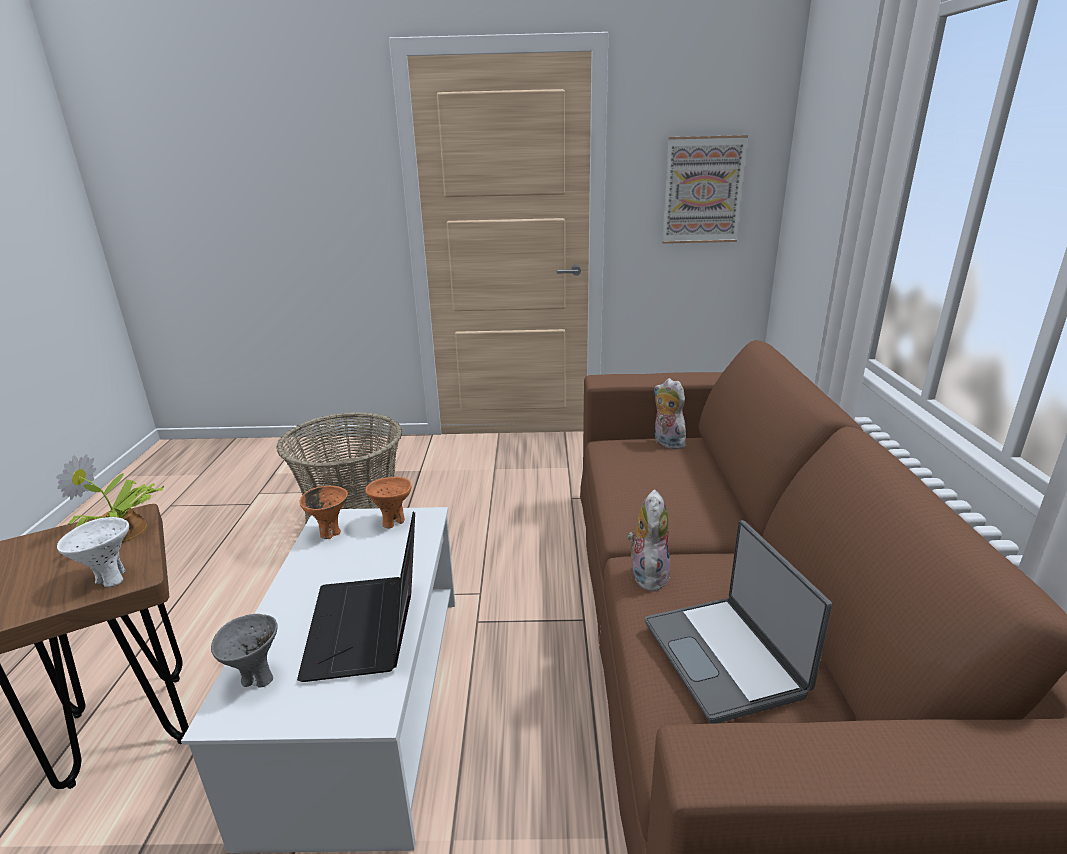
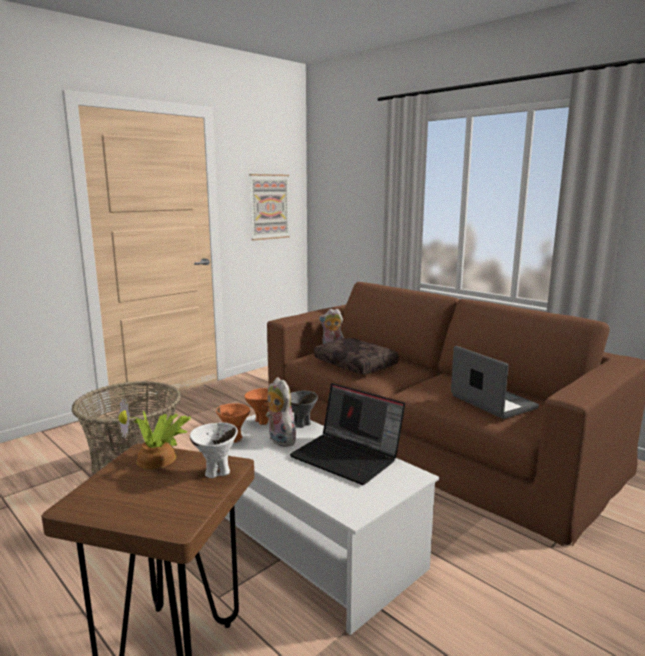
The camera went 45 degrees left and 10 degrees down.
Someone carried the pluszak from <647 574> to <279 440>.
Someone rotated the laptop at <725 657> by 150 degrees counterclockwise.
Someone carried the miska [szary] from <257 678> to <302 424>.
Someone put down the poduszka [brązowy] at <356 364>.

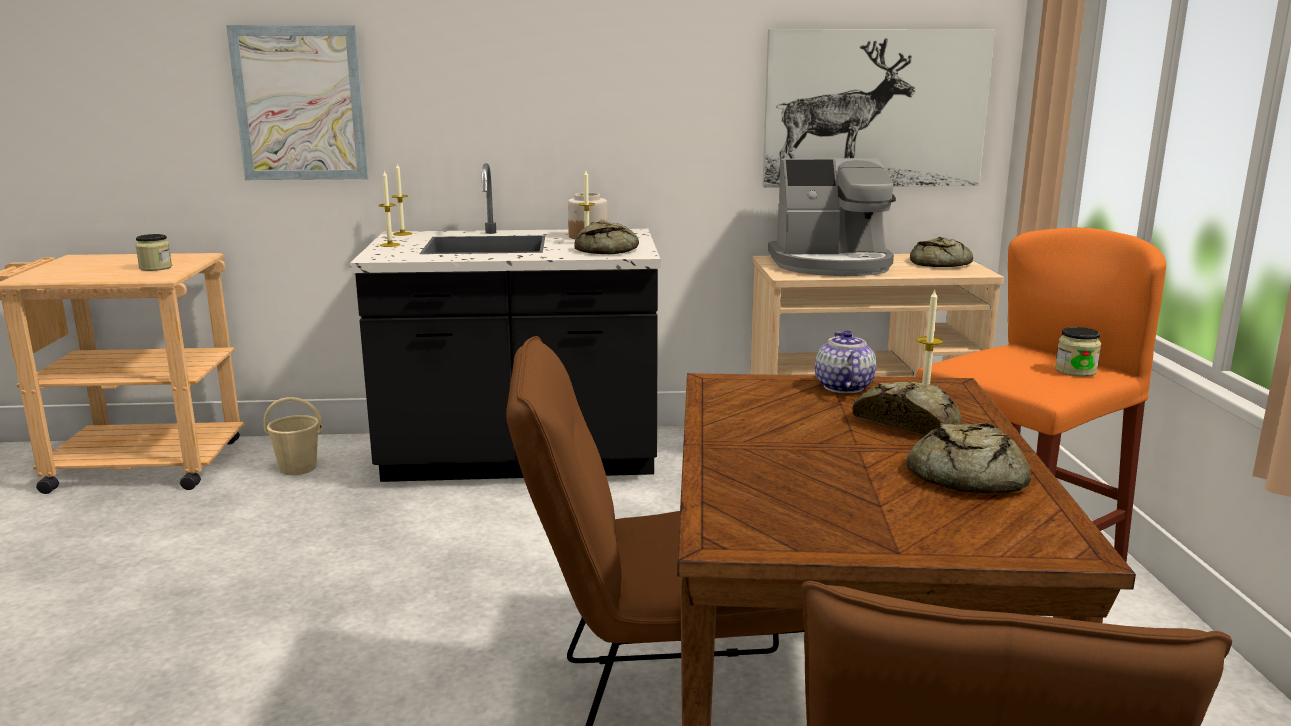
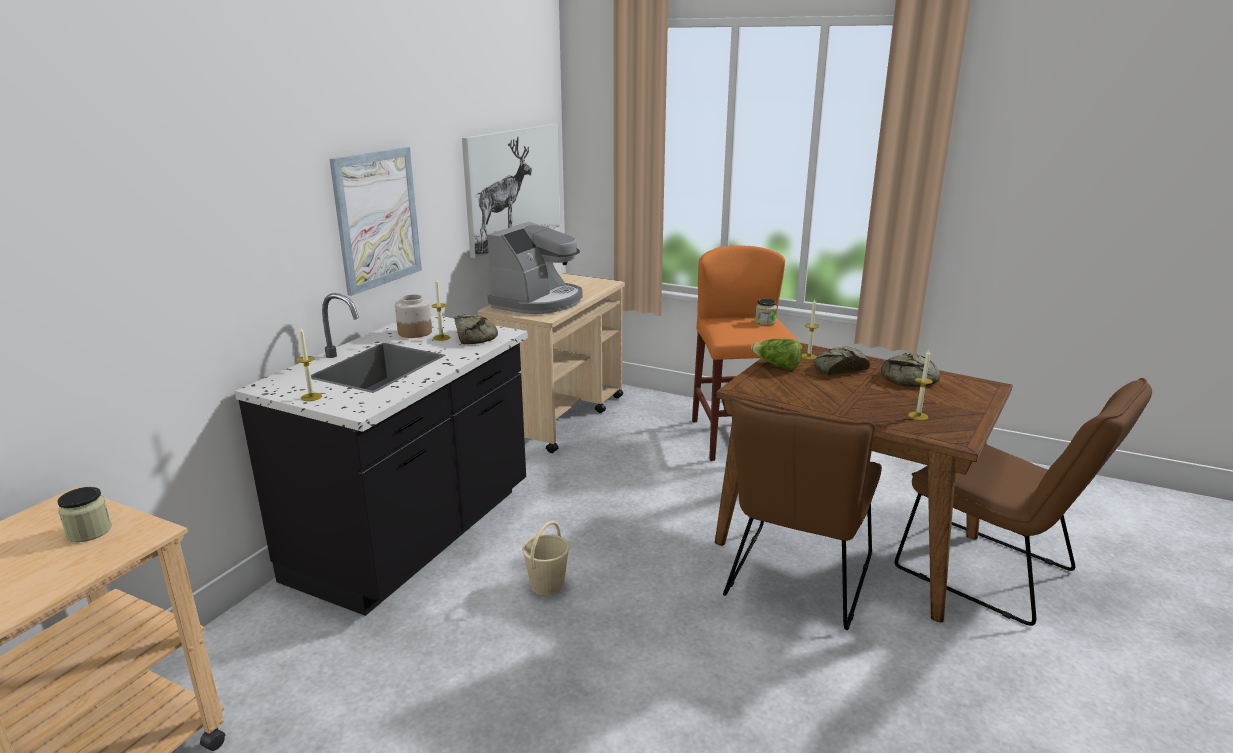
The camera went 60 degrees left and 5 degrees up.
Someone carried the obraz from <300 103> to <377 219>.
Someone carried the świeca from <402 234> to <918 416>.
Someone took away the chleb at <939 264>.
Someone swapped the imbryk at <843 387> for the sałata at <777 366>.
Someone carried the wiadro [beżowy] from <298 468> to <547 584>.

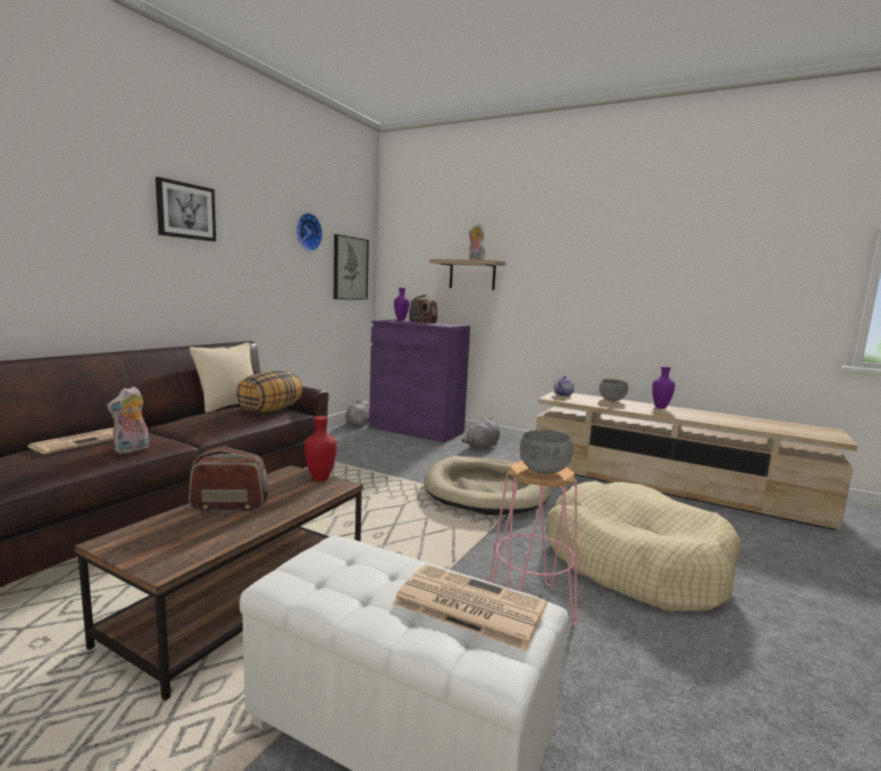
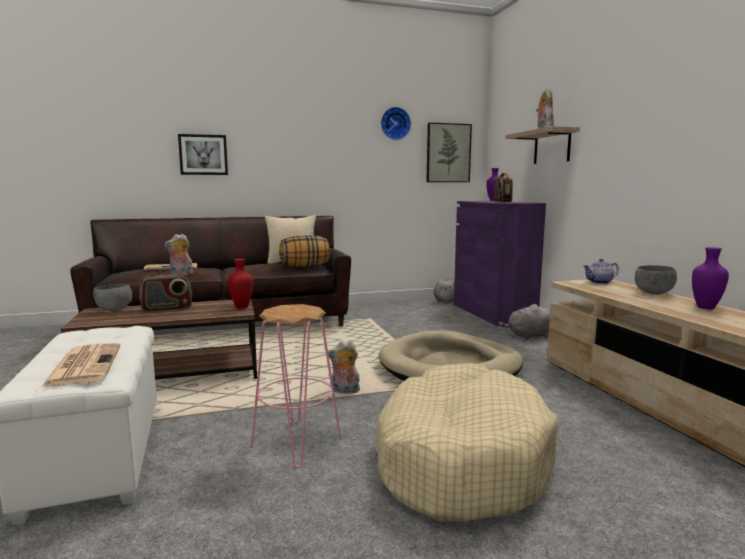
The camera went 45 degrees right and 0 degrees up.
Someone carried the obraz from <185 211> to <203 155>.
Someone carried the miska [szary] from <544 471> to <113 310>.
Someone rotated the radio at <230 506> by 120 degrees clockwise.
Someone put down the pluszak at <345 392>.

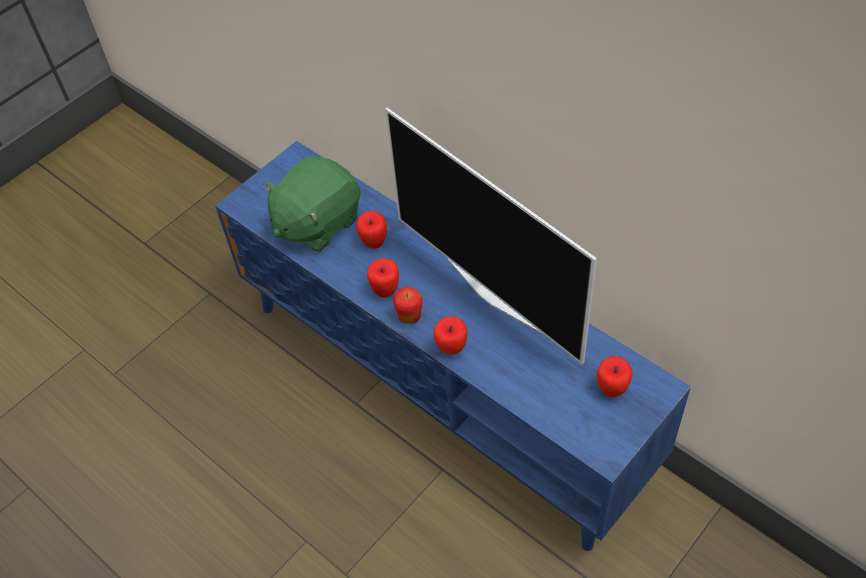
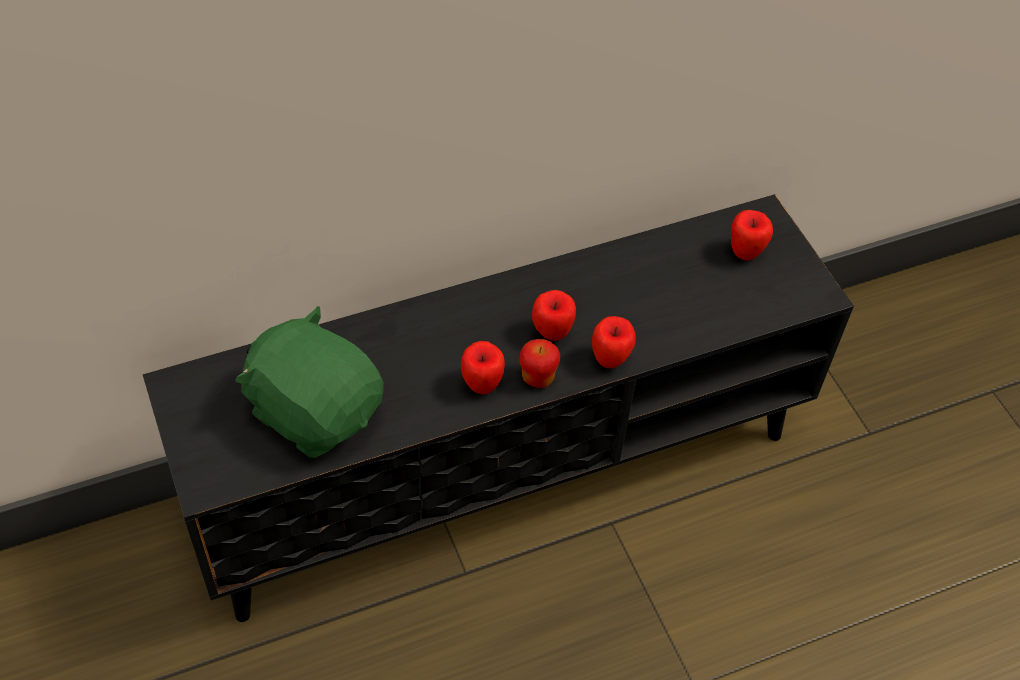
The camera went 70 degrees left and 0 degrees up.
Someone took away the telewizor at <494 293>.
Someone repainted the szafka pod telewizor [niebieski] at <444 387>, which became the szafka pod telewizor [czarny] at <502 469>.
Someone rotated the pluszak [zielony] at <317 222> by 150 degrees clockwise.
Someone carried the jabłko from <374 243> to <552 333>.

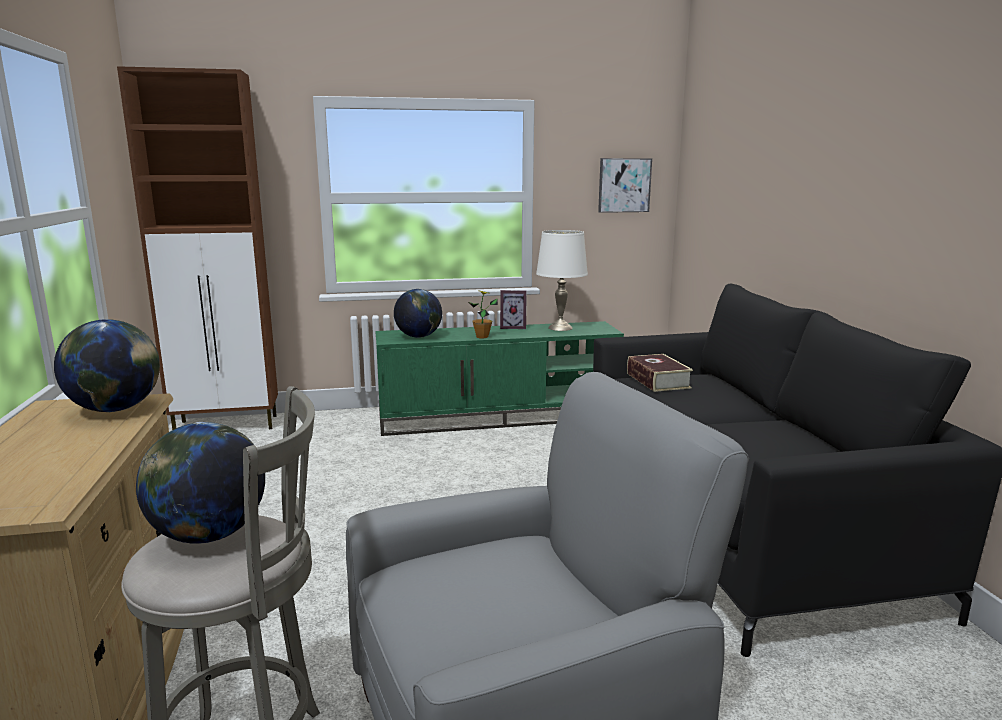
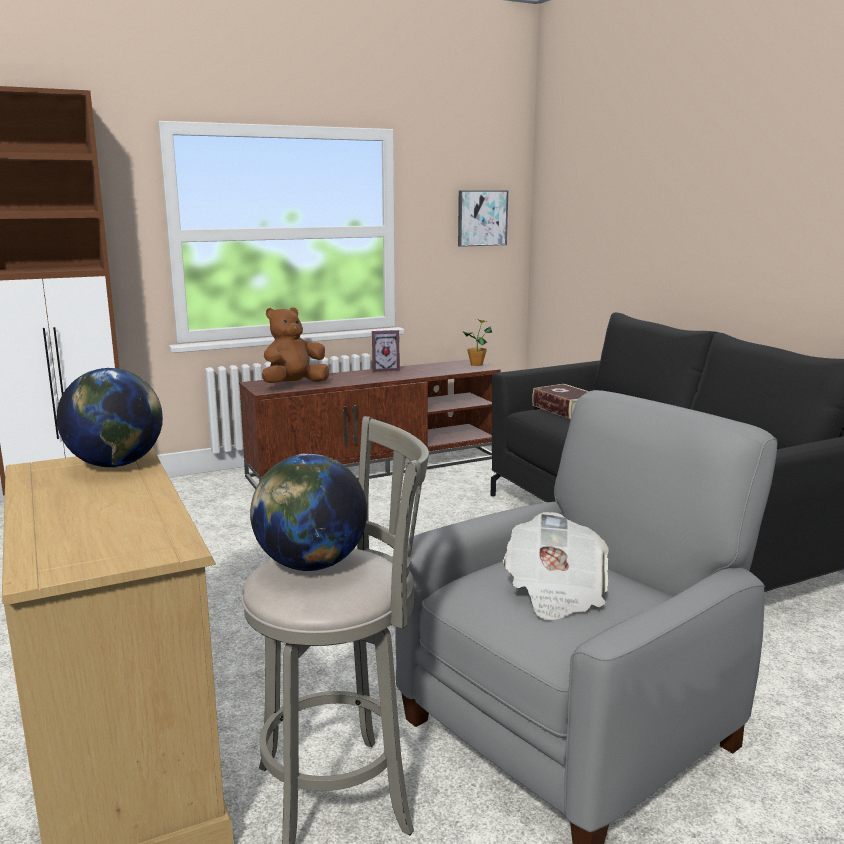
The camera went 15 degrees left and 0 degrees up.
Someone took away the lampa stołowa [biały] at <560 328>.
Someone swapped the globus at <418 337> for the pluszak [brązowy] at <294 385>.
Someone carried the roślina doniczkowa from <482 337> to <476 365>.
Someone repainted the szafka pod telewizor [zielony] at <499 417>, which became the szafka pod telewizor [brązowy] at <376 466>.
Someone put down the gazeta at <555 592>.

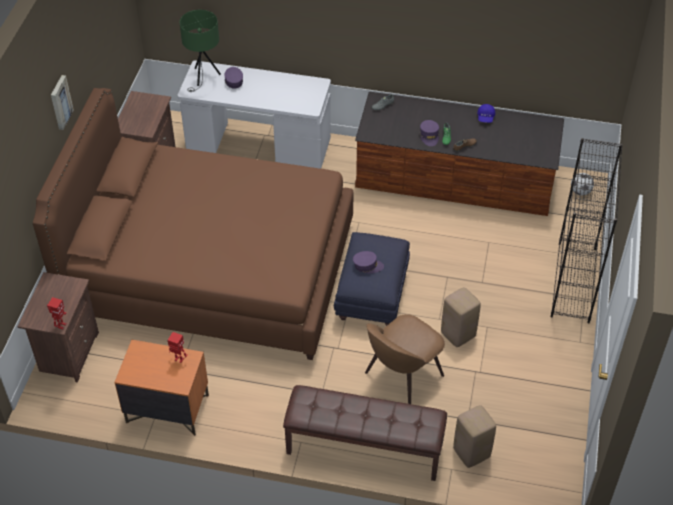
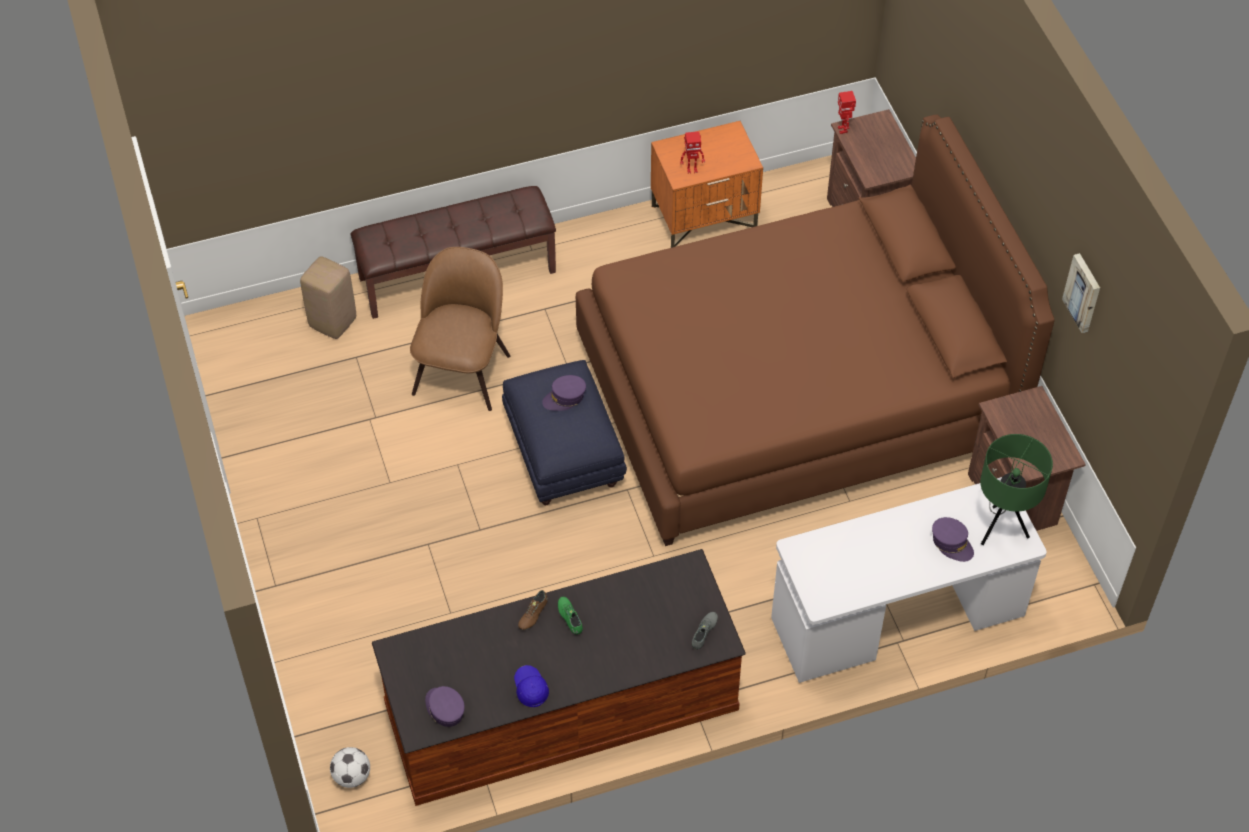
The camera went 150 degrees right and 5 degrees up.
Someone carried the obraz from <60 102> to <1083 292>.
Someone carried the czapka z daszkiem [fioletowy] from <429 136> to <444 709>.
Someone took away the regał [czarny] at <574 282>.
Someone took away the stołek [beżowy] at <457 334>.

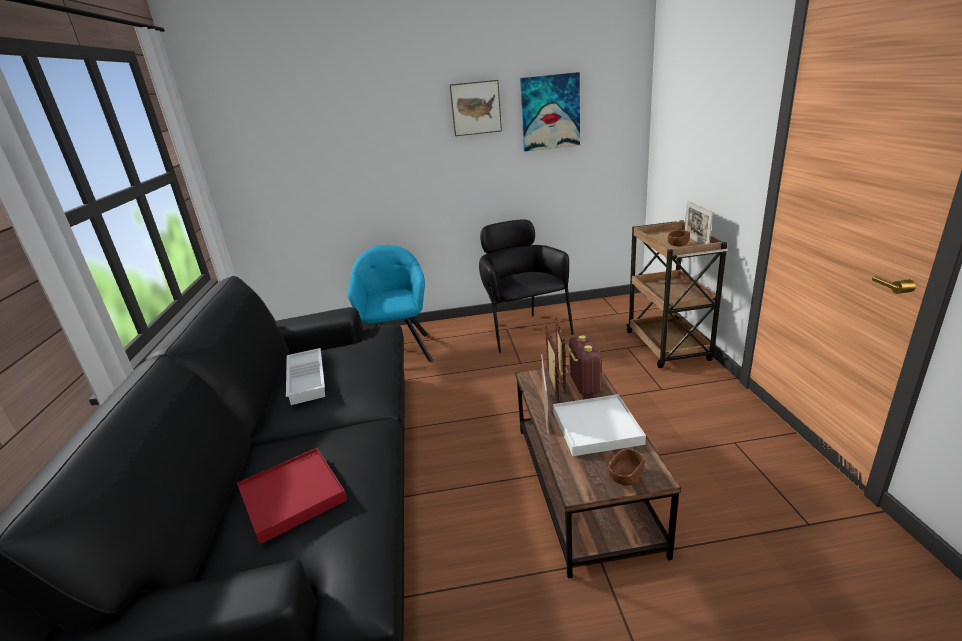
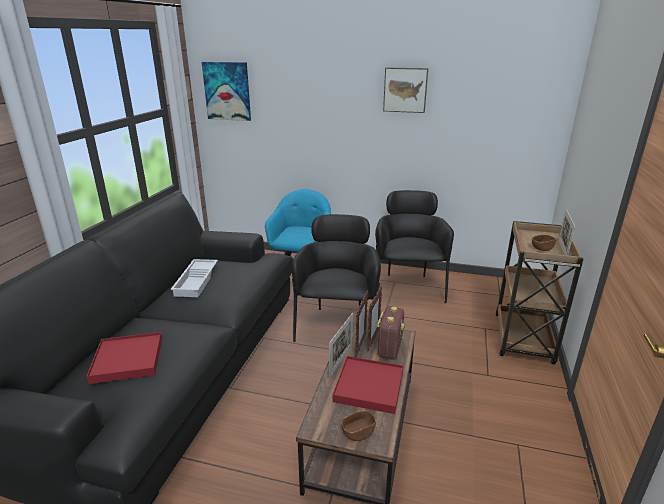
The camera went 20 degrees right and 0 degrees up.
Someone carried the obraz from <550 112> to <227 91>.
Someone repainted the taca [biały] at <596 427>, which became the taca [czerwony] at <369 386>.
Someone put down the fotel [czarny] at <337 324>.

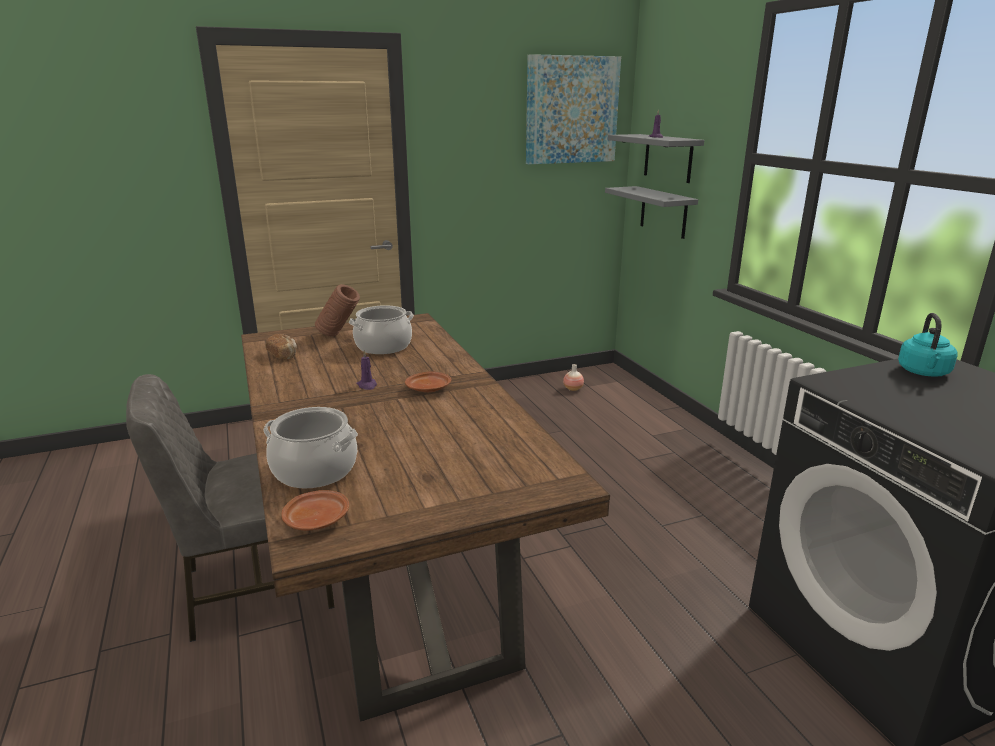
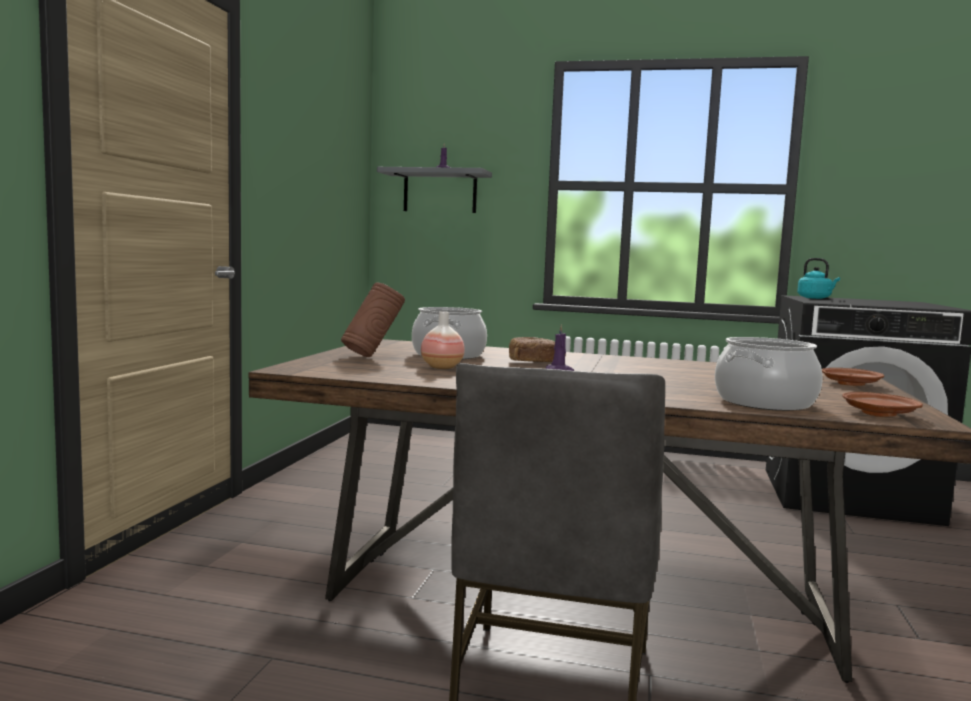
The camera went 55 degrees left and 15 degrees down.
Someone took away the obraz at <571 110>.
Someone took away the półka [szary] at <663 212>.
Someone carried the chleb from <283 355> to <532 362>.
Someone carried the wazon from <573 389> to <442 367>.
Someone carried the talerz [brązowy] from <429 389> to <851 384>.

